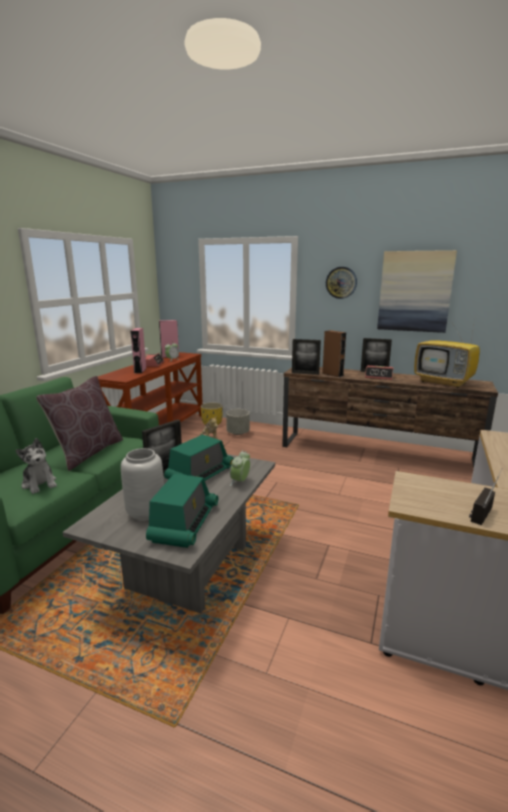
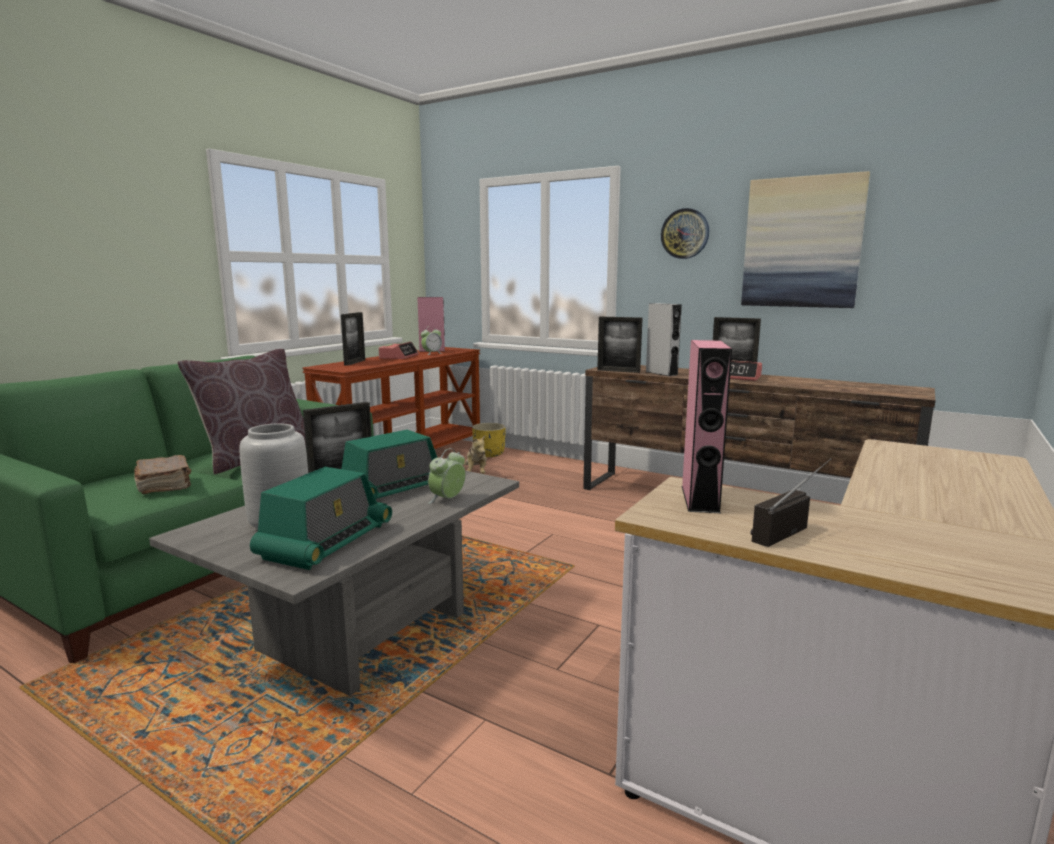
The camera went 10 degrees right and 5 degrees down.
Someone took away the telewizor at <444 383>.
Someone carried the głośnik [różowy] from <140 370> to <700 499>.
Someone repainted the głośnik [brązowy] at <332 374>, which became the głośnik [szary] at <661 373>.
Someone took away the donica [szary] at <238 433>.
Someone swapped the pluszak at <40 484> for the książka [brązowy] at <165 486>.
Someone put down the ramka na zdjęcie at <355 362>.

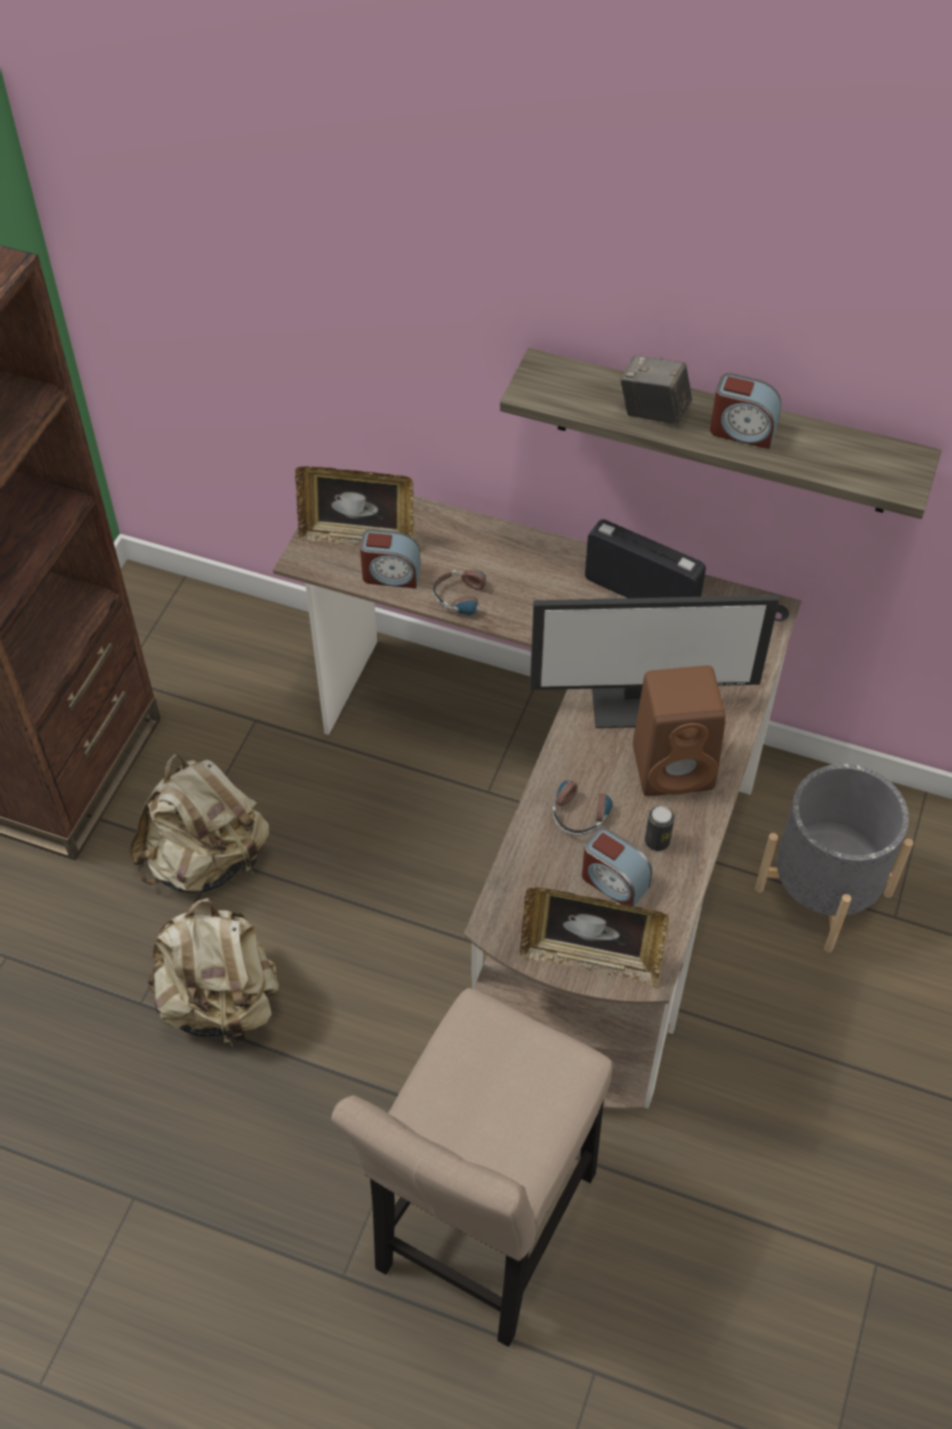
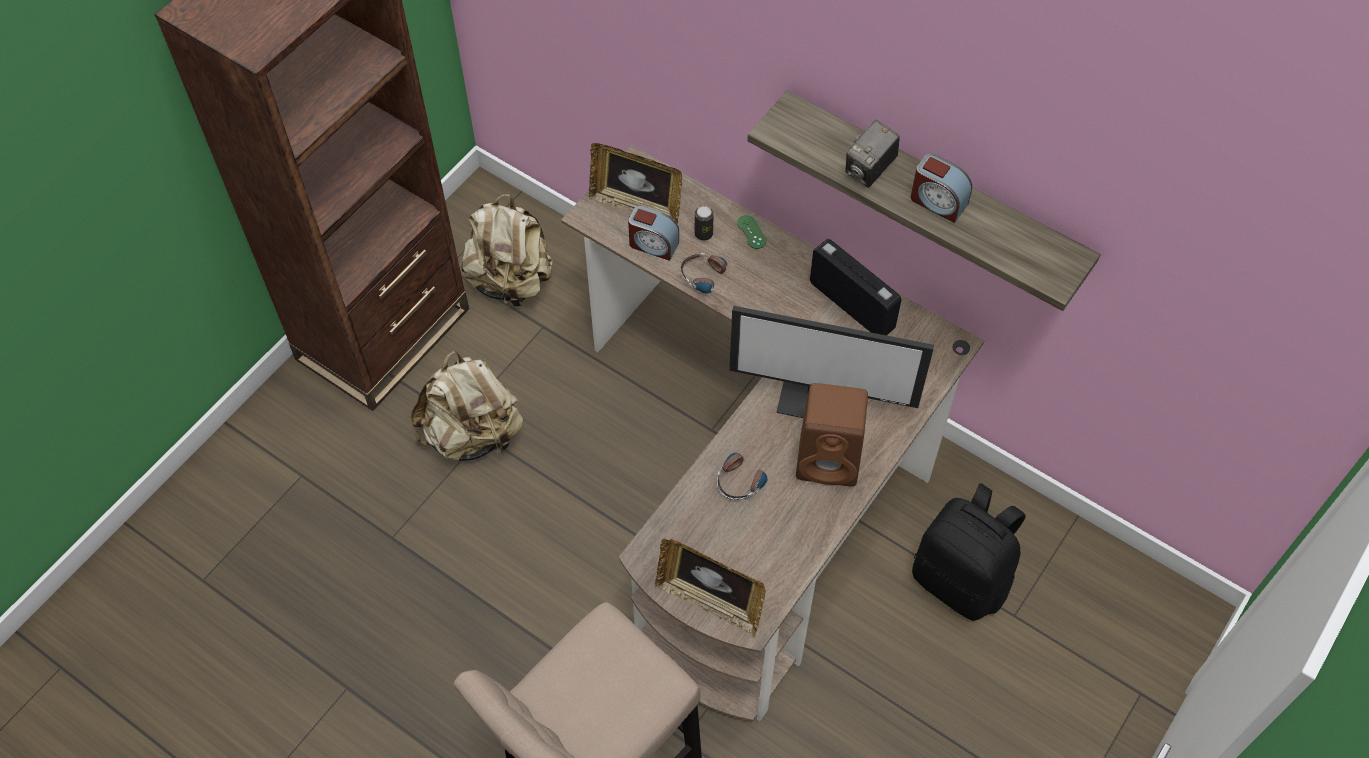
The camera went 15 degrees right and 5 degrees up.
Someone rotated the aparat fotograficzny at <653 413> by 90 degrees counterclockwise.
Someone swapped the donica [szary] at <823 891> for the plecak [czarny] at <961 579>.
Someone carried the puszka from <657 841> to <703 234>.
Someone took away the budzik at <613 882>.
Someone carried the plecak [beżowy] from <220 1002> to <511 281>.
Someone put down the pad do gier [zielony] at <751 232>.

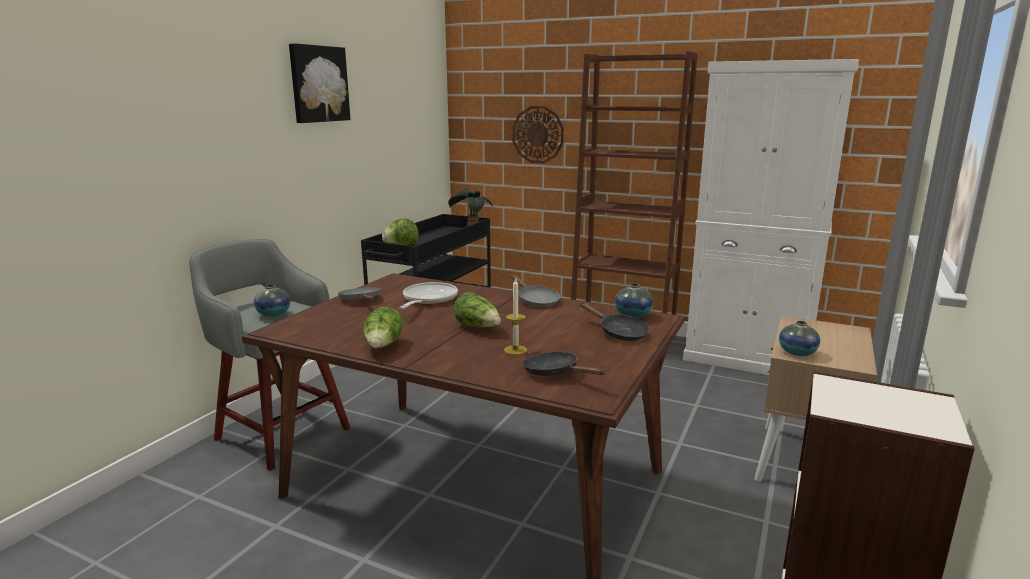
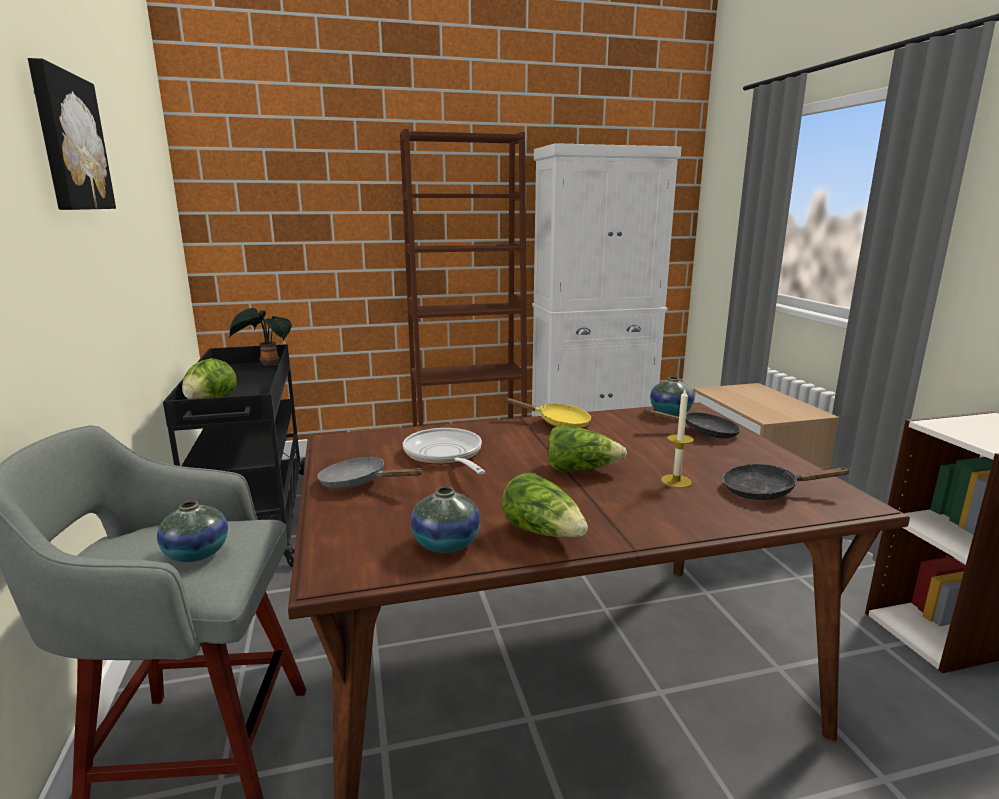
The camera went 40 degrees left and 0 degrees up.
Someone took away the zegar ścienny at <538 134>.
Someone repainted the patelnia [szary] at <535 301>, which became the patelnia [żółty] at <558 423>.
Someone carried the wazon from <797 352> to <446 544>.

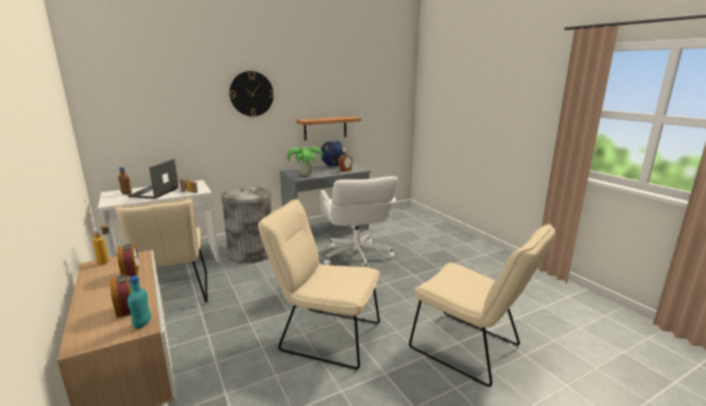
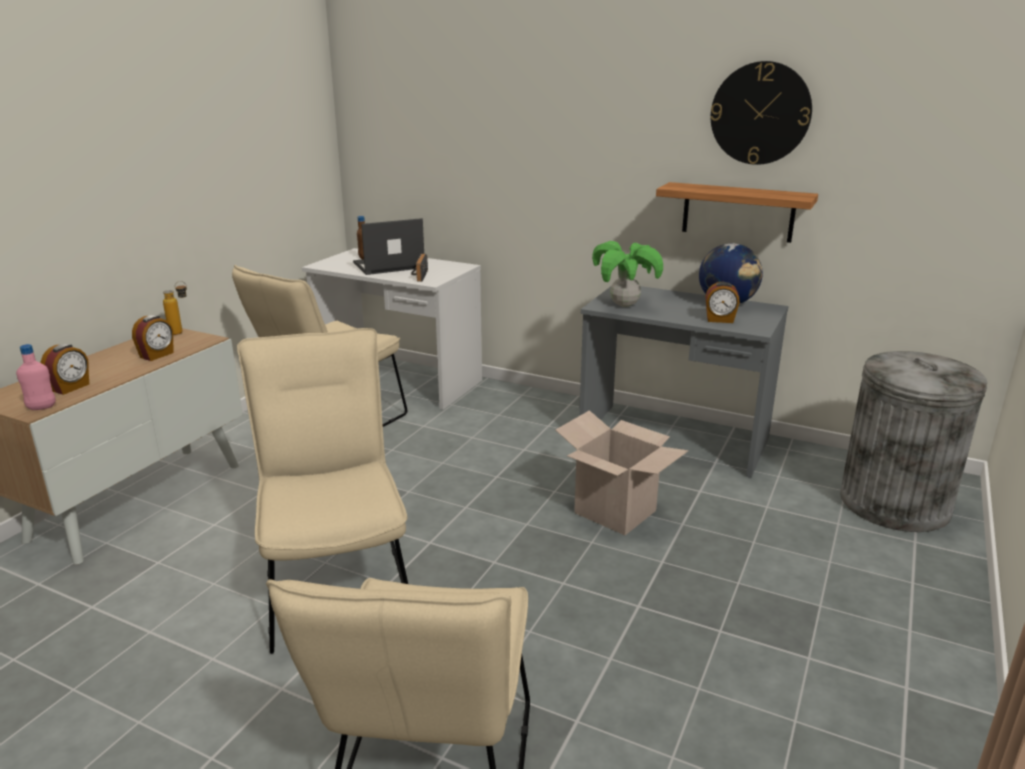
The camera went 55 degrees right and 5 degrees up.
Someone carried the zegar ścienny from <251 94> to <760 113>.
Someone swapped the krzesło biurowe [biały] at <356 257> for the karton at <615 512>.
Someone carried the kosz na śmieci [szary] from <251 252> to <895 503>.
Someone repainted the butelka [turkusowy] at <142 324>, which became the butelka [różowy] at <41 407>.

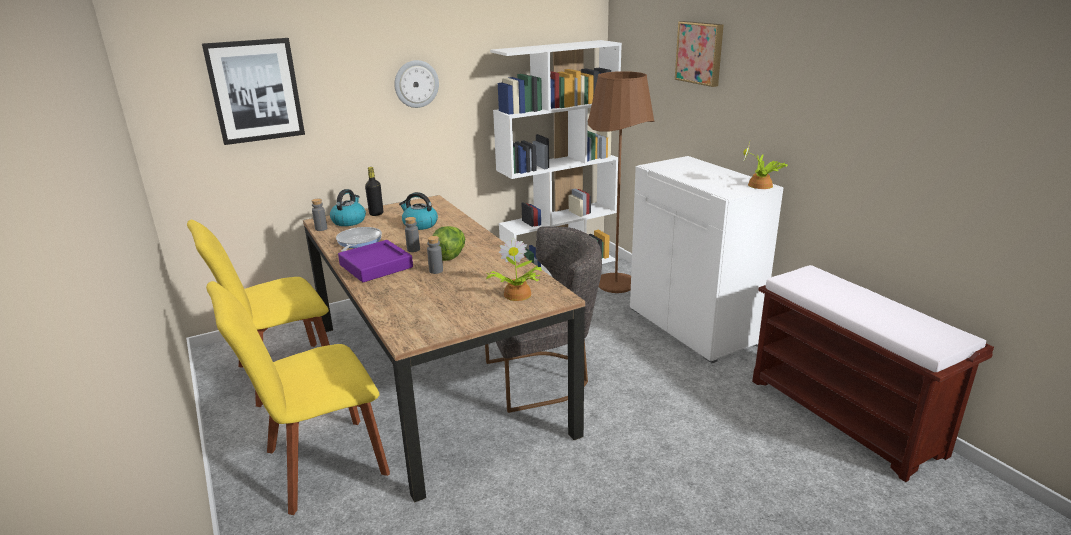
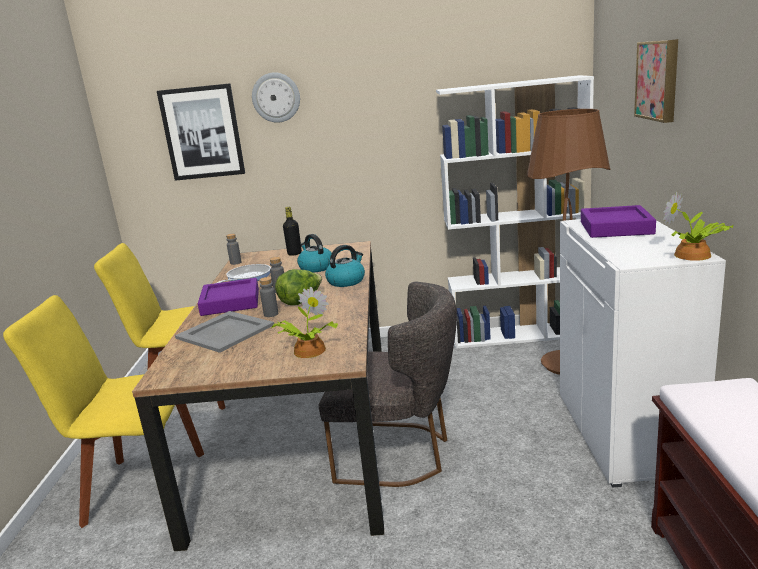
The camera went 30 degrees right and 5 degrees down.
Someone carried the zegar ścienny from <416 84> to <276 97>.
Someone carried the czajnik from <349 221> to <346 281>.
Someone put down the taca [fioletowy] at <616 228>.
Someone put down the taca [szary] at <224 332>.

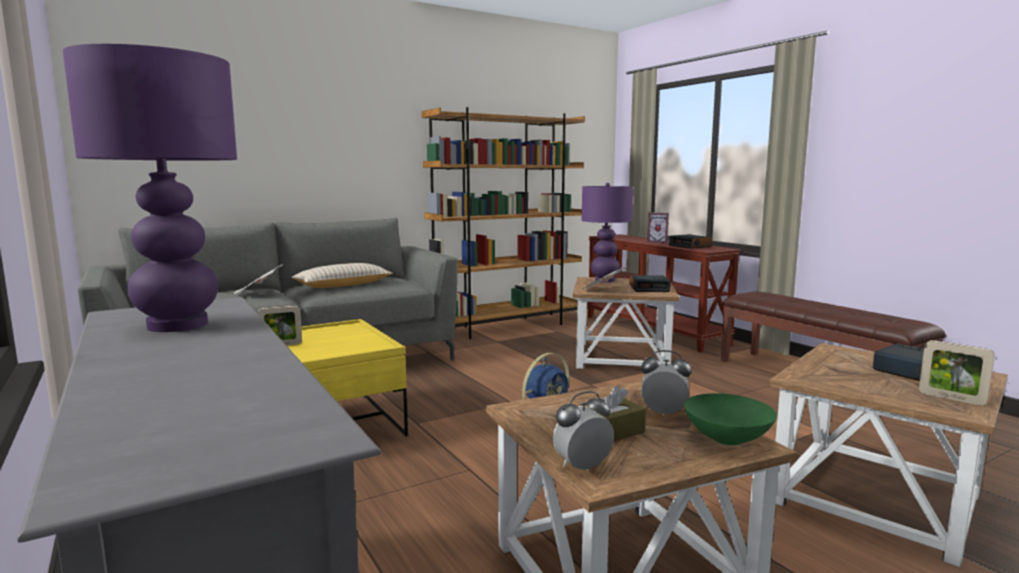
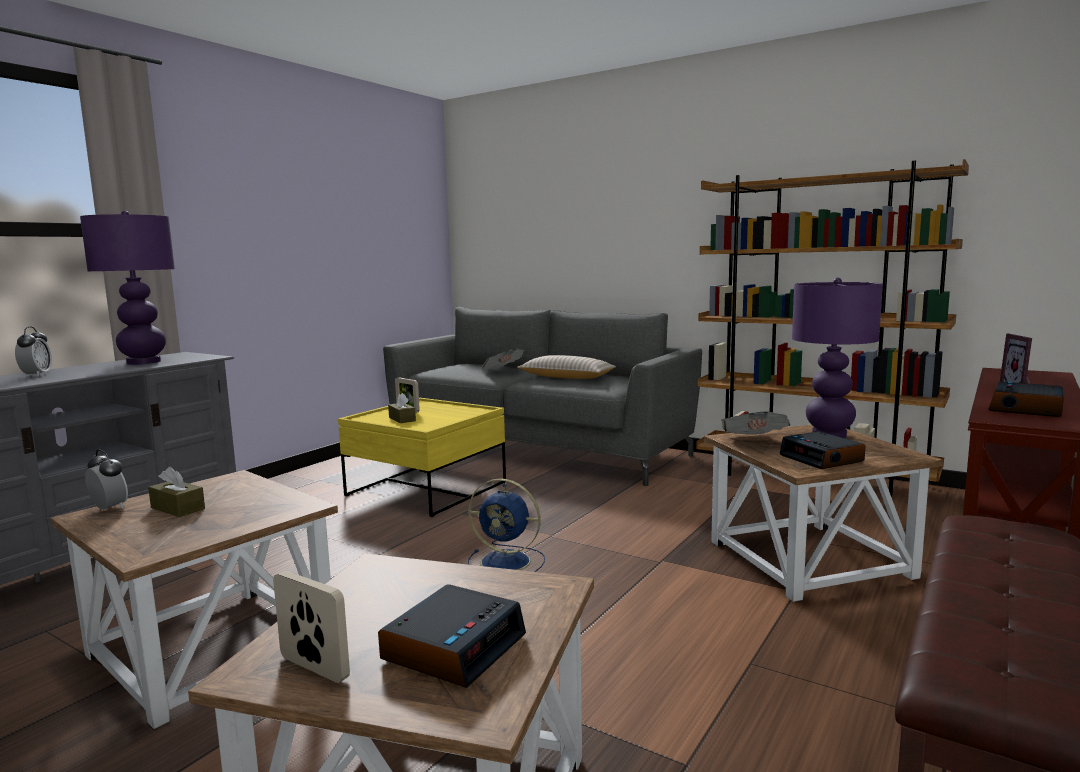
The camera went 65 degrees right and 0 degrees up.
Someone rotated the ramka na zdjęcie at <951 398> by 105 degrees clockwise.
Someone carried the budzik from <663 412> to <36 375>.
Someone took away the miska [zielony] at <728 440>.
Someone put down the pudełko chusteczek [brązowy] at <402 419>.

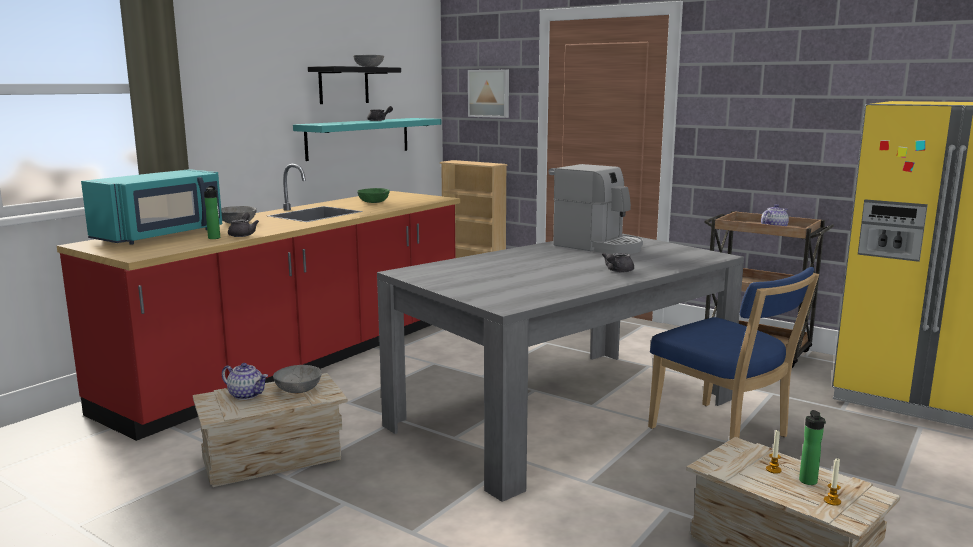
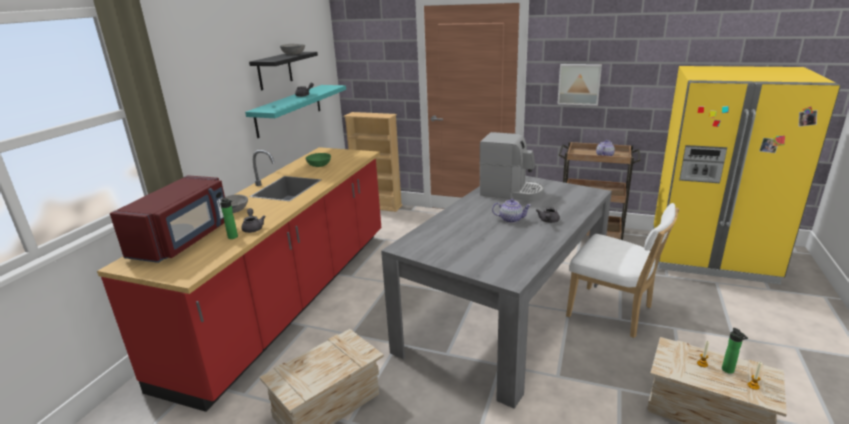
The camera went 15 degrees left and 10 degrees up.
Someone carried the obraz from <489 93> to <579 84>.
Someone repainted the mikrofalówka [turkusowy] at <162 235>, which became the mikrofalówka [czerwony] at <184 240>.
Someone repainted the krzesło [niebieski] at <723 434>, which became the krzesło [biały] at <613 313>.
Someone carried the imbryk from <247 395> to <511 219>.
Someone took away the miska [szary] at <298 389>.

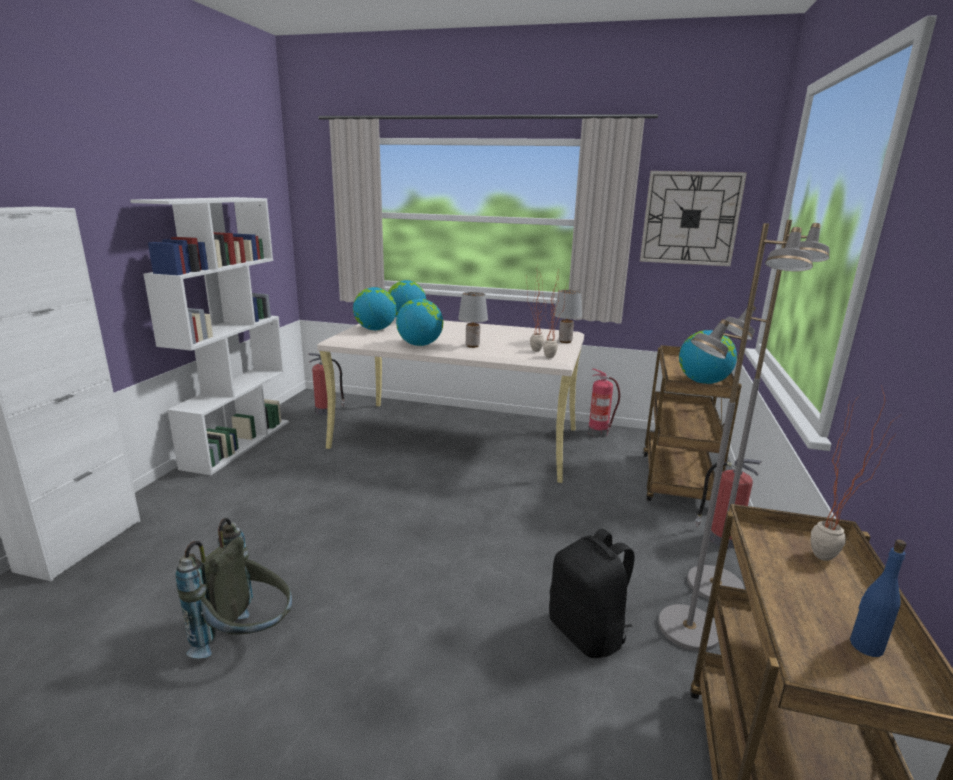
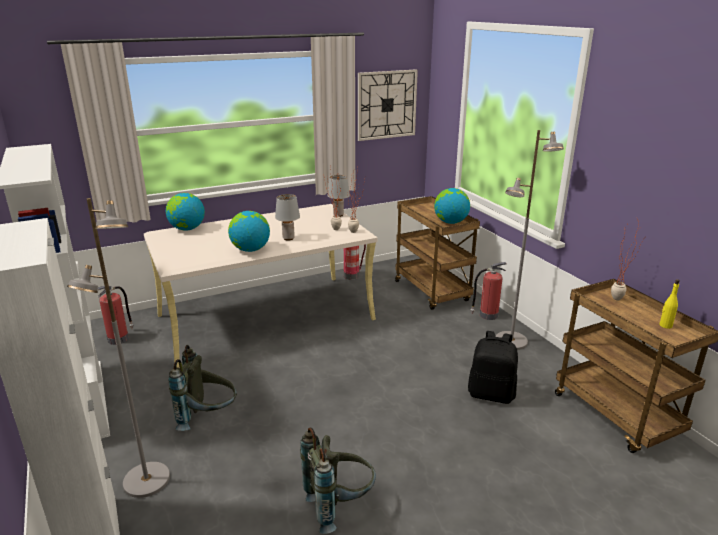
The camera went 40 degrees left and 5 degrees up.
Someone carried the lampa stojąca [szary] from <688 629> to <146 481>.
Someone took away the globus at <375 329>.
Someone repainted the butelka [niebieski] at <866 646>, which became the butelka [żółty] at <665 325>.
Someone put down the plecak [szary] at <208 418>.

